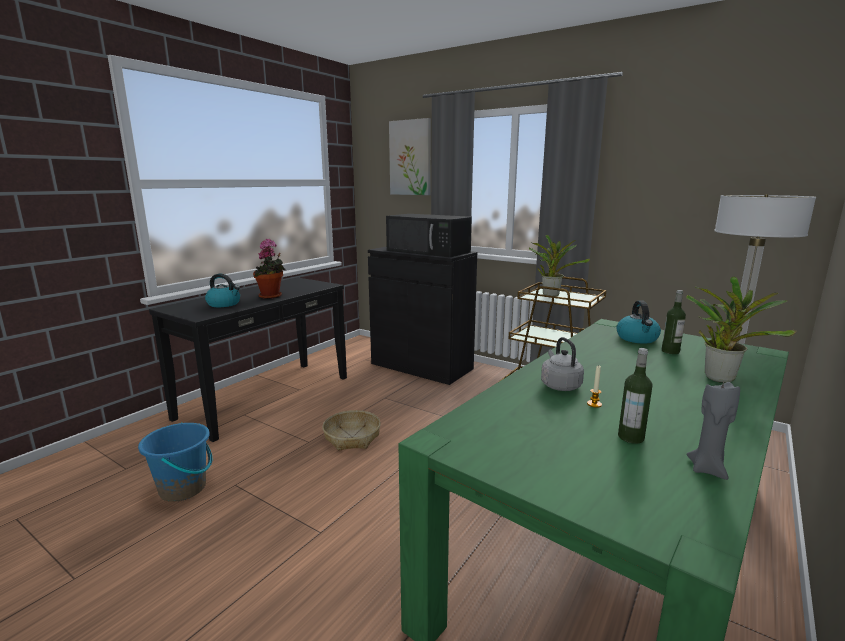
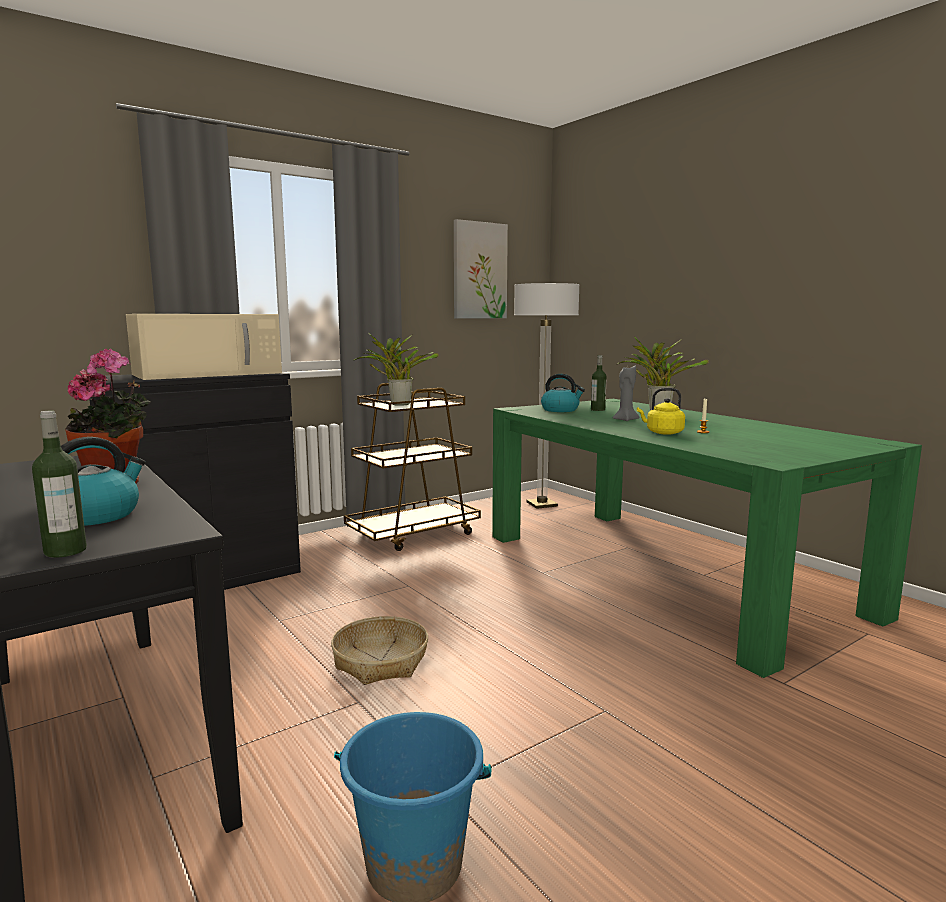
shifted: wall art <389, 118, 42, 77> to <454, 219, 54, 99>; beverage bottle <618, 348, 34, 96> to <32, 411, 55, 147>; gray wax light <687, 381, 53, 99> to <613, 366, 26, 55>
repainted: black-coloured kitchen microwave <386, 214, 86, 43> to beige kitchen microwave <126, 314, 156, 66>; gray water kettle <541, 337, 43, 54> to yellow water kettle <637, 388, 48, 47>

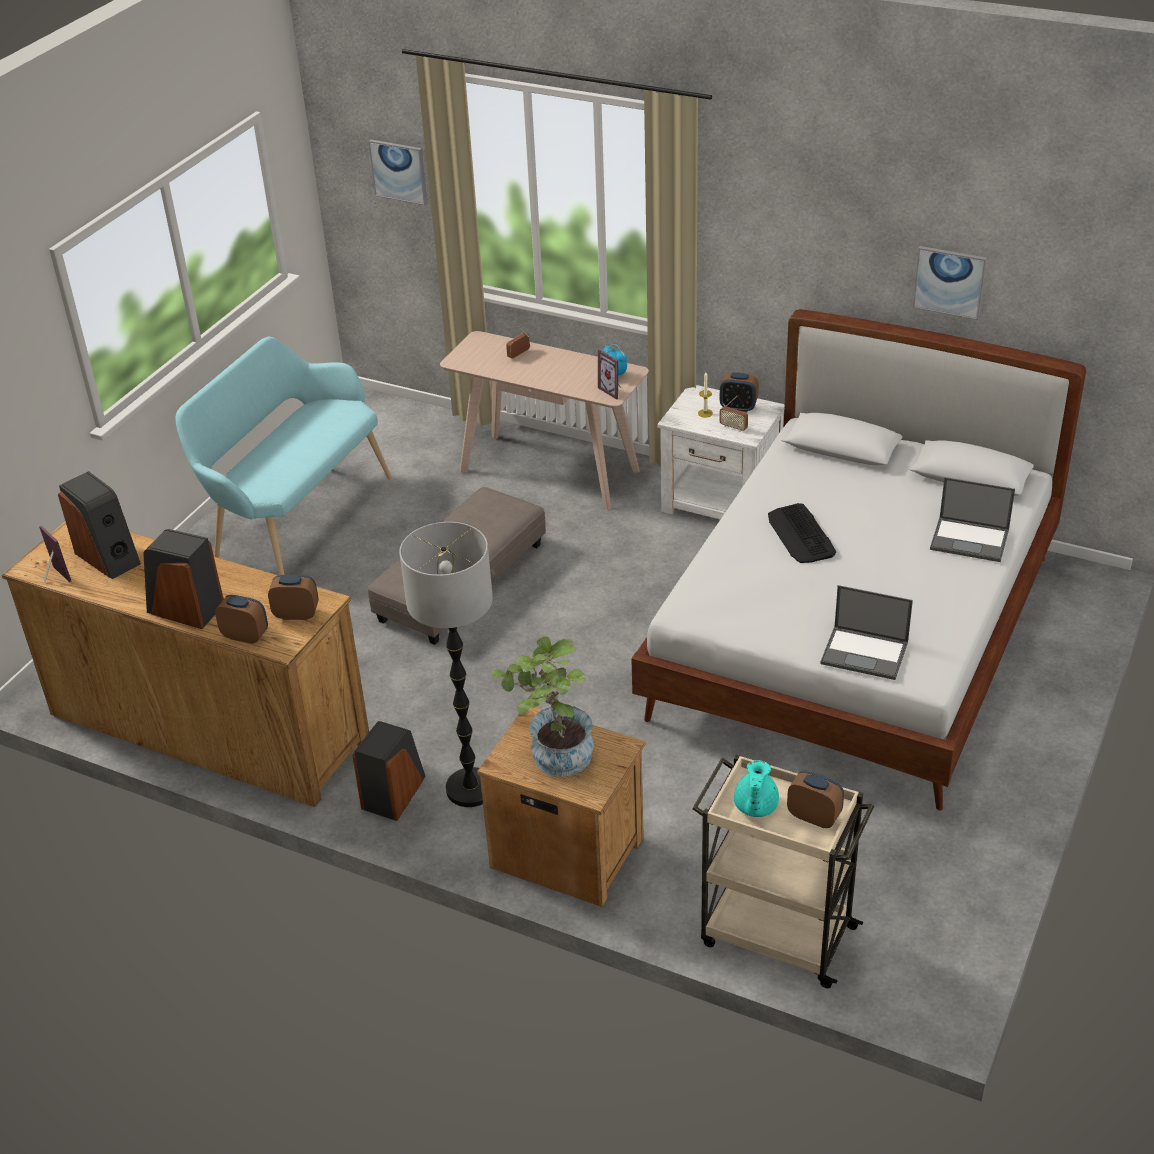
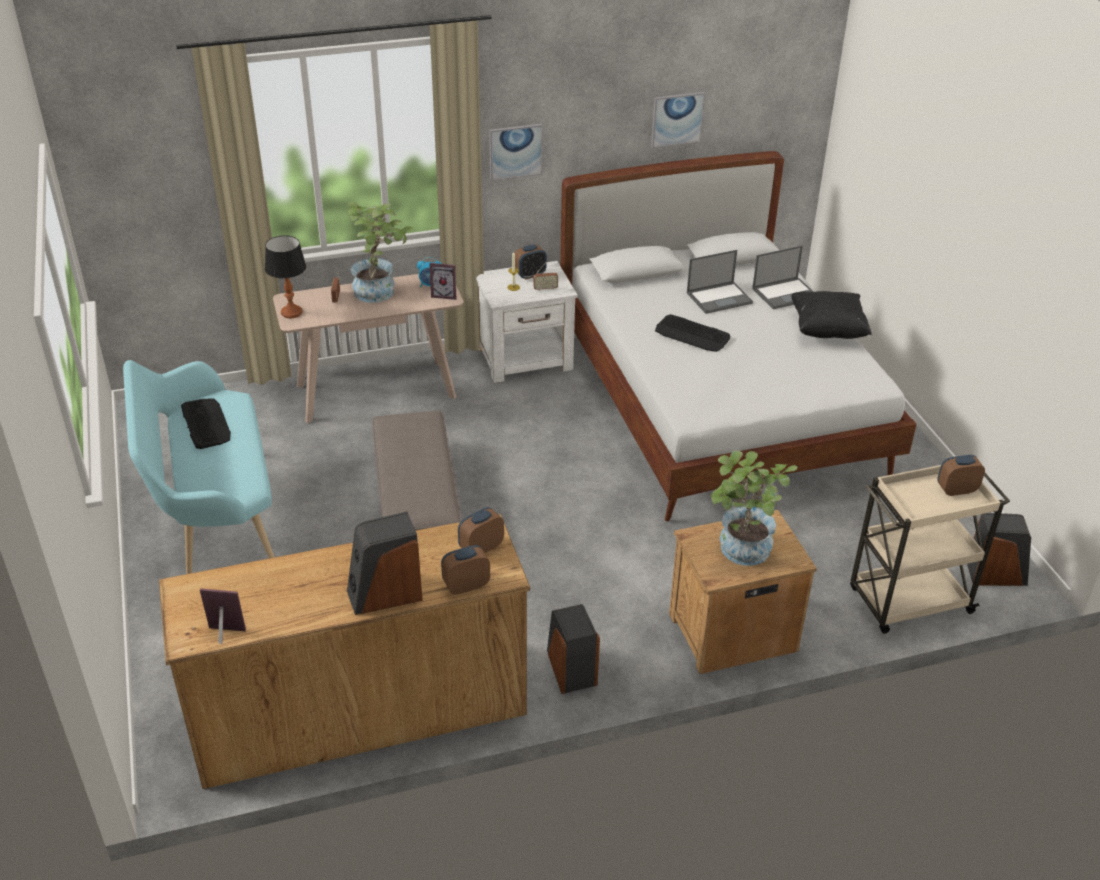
gone: floor lamp <399, 522, 94, 285>; blue-green teapot <734, 760, 45, 57>
new: PC keyboard <181, 398, 50, 51>; lamp for a table <265, 235, 41, 83>; potted plant <347, 202, 67, 101>; black-coloured pillow <791, 291, 81, 48>
shifted: audio speaker <58, 471, 83, 108> to <967, 513, 64, 73>; wall art <368, 139, 60, 66> to <489, 124, 54, 57>; laptop <820, 585, 93, 95> to <687, 250, 66, 64>

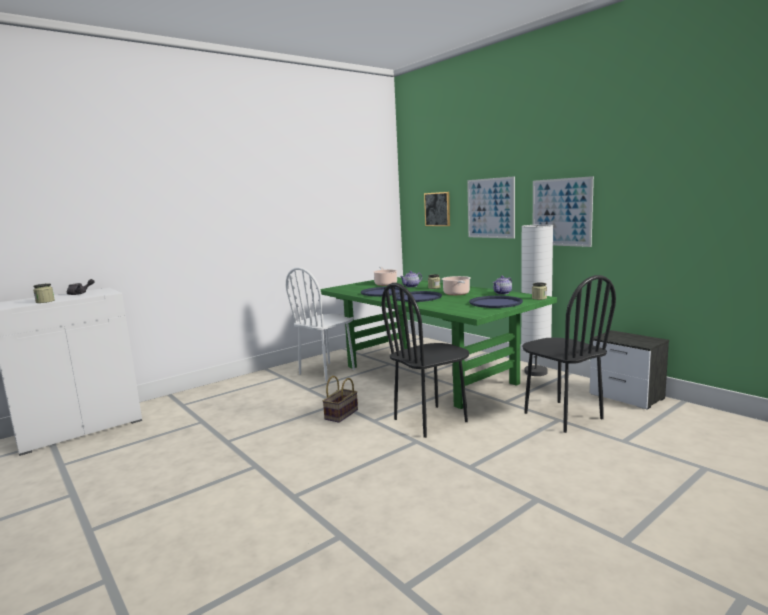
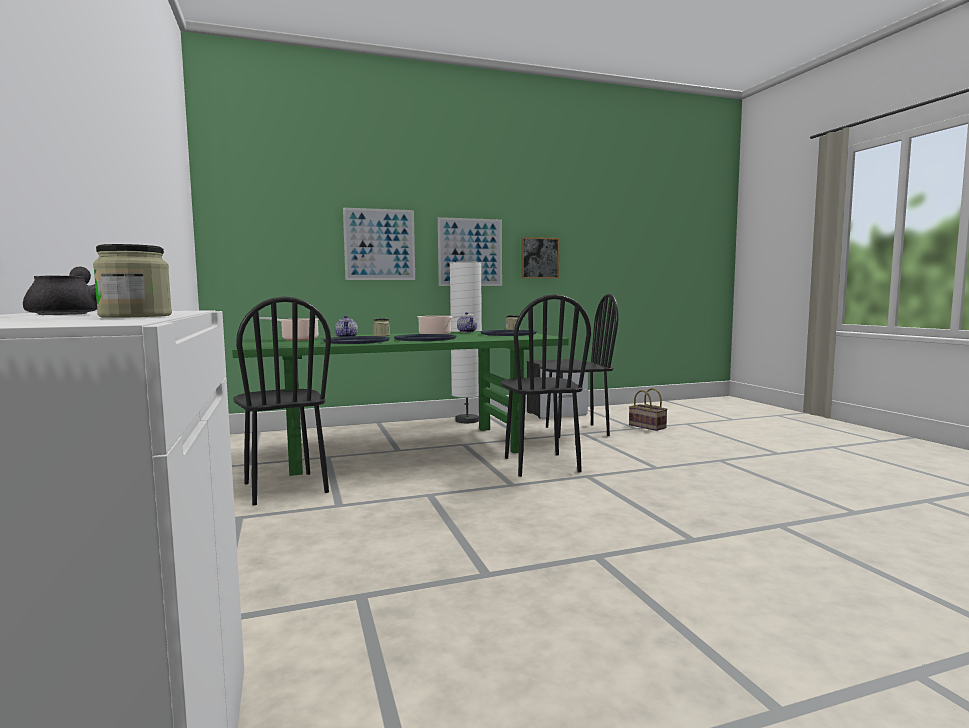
shifted: storage basket <322, 376, 36, 47> to <629, 388, 39, 43>; wall art <424, 192, 26, 34> to <521, 237, 38, 41>
repainted: whitish chair <286, 267, 69, 115> to black-coloured chair <233, 296, 98, 209>

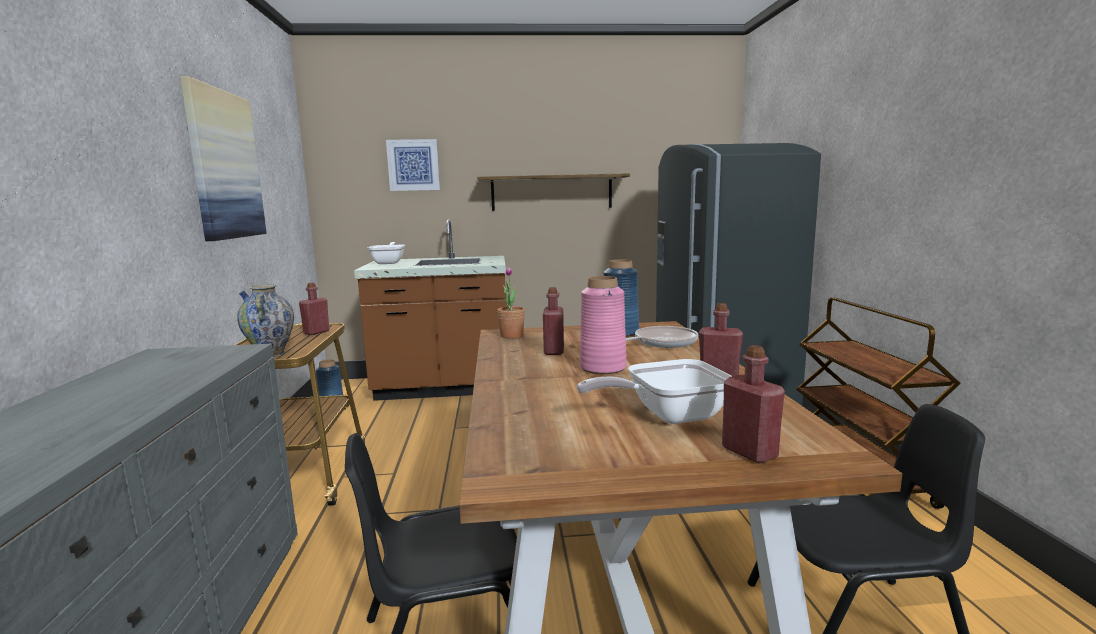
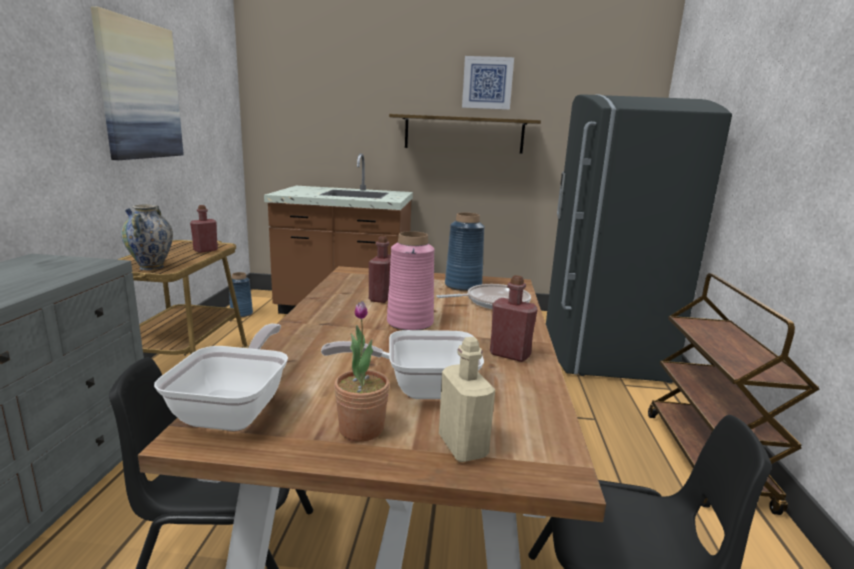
shifted: pan <367, 242, 38, 22> to <154, 324, 134, 107>; wall art <386, 139, 54, 52> to <462, 56, 52, 54>; potted plant <497, 267, 28, 71> to <334, 301, 56, 141>
repainted: reddish beverage bottle <722, 345, 63, 118> to beige beverage bottle <439, 337, 56, 125>

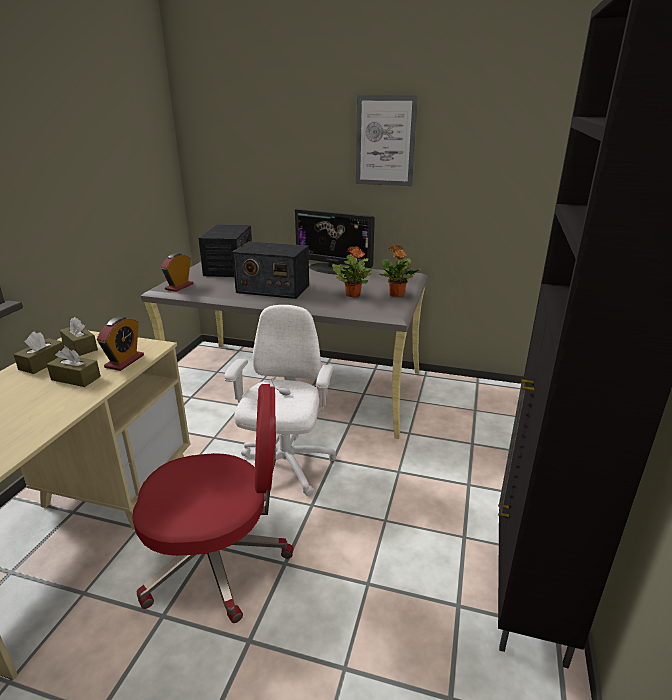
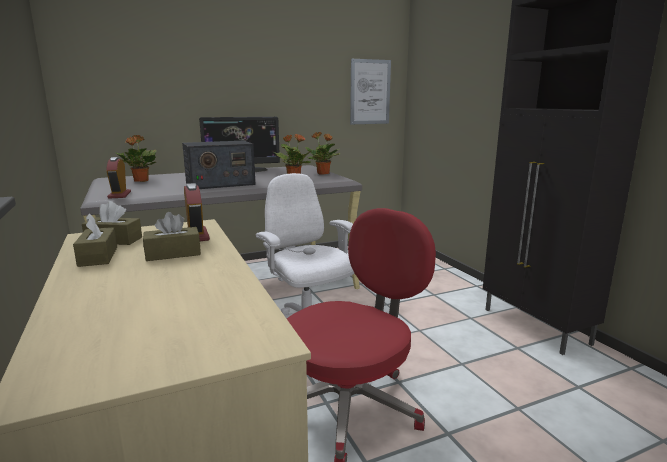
shifted: wall art <356, 95, 62, 91> to <350, 59, 41, 65>
swapped: radio <198, 224, 54, 53> to potted plant <116, 135, 41, 47>

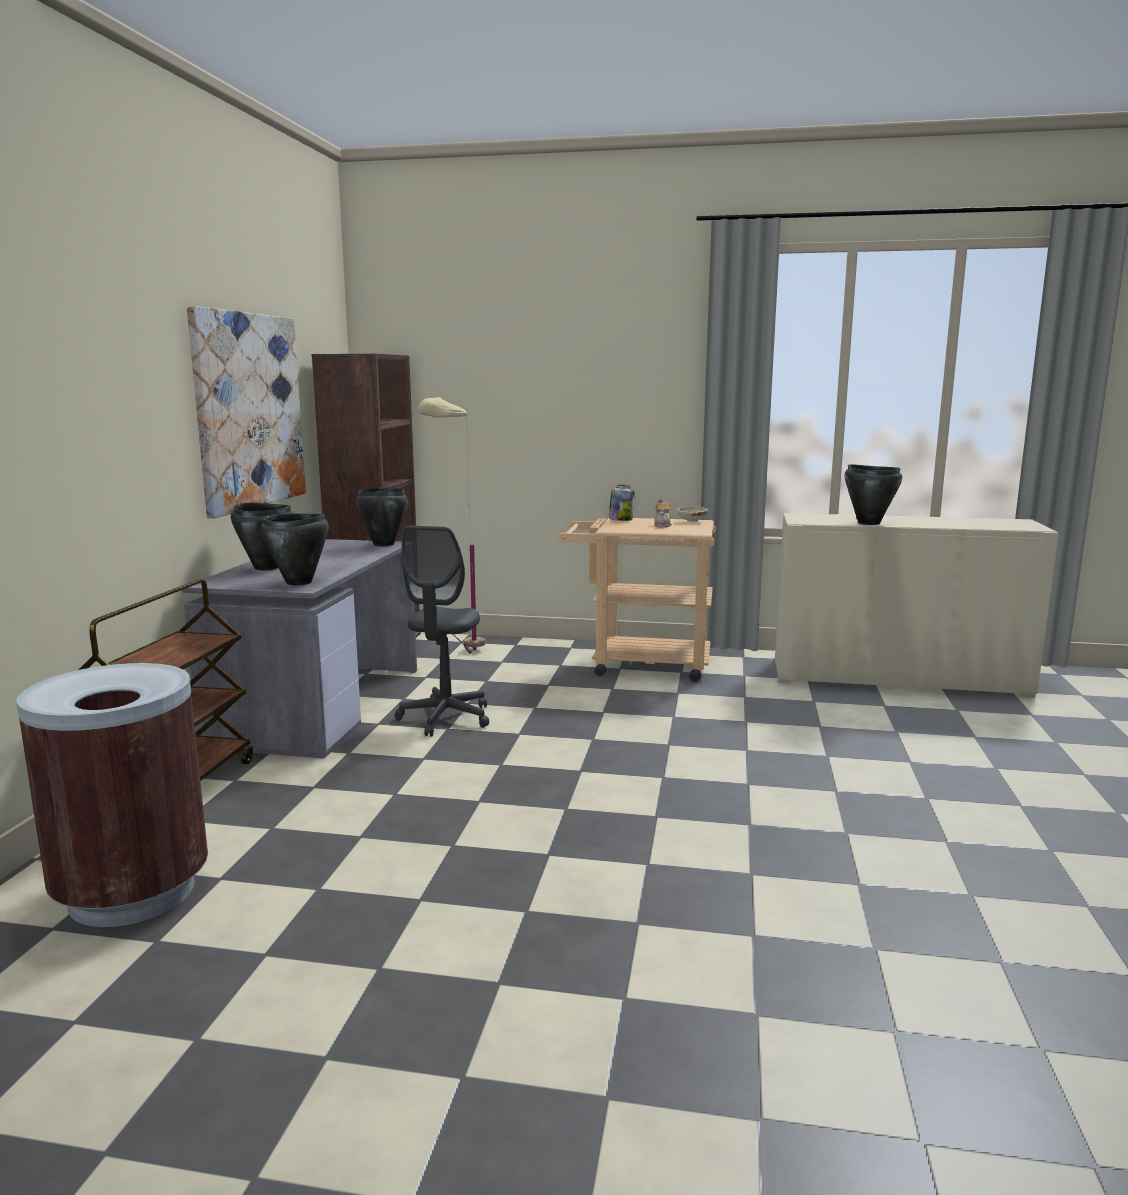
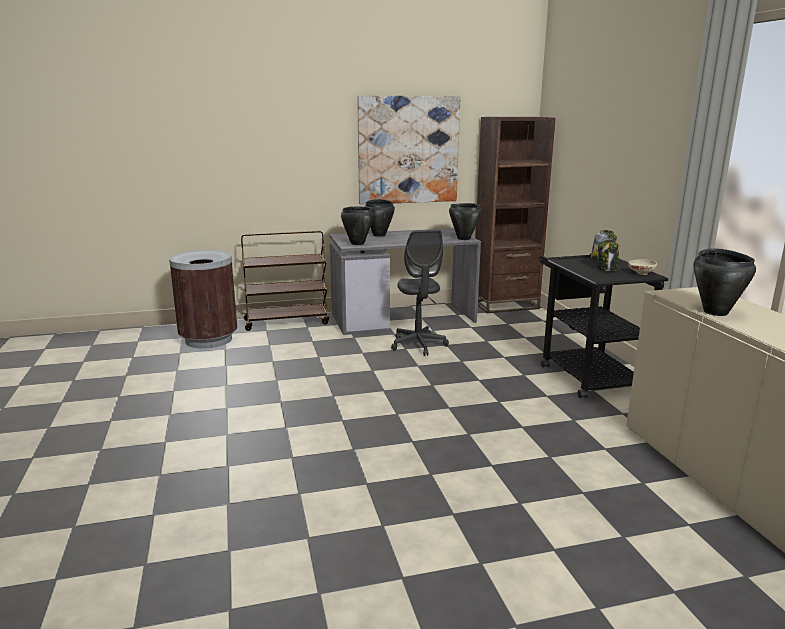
gone: beige floor lamp <418, 397, 68, 254>
swapped: teapot <654, 498, 18, 30> to jar <597, 238, 22, 33>
repainted: beige trolley <557, 518, 159, 164> to black-coloured trolley <539, 253, 129, 145>
rotated: gray computer chair <395, 526, 94, 211> = <391, 230, 58, 126> 90 degrees counterclockwise

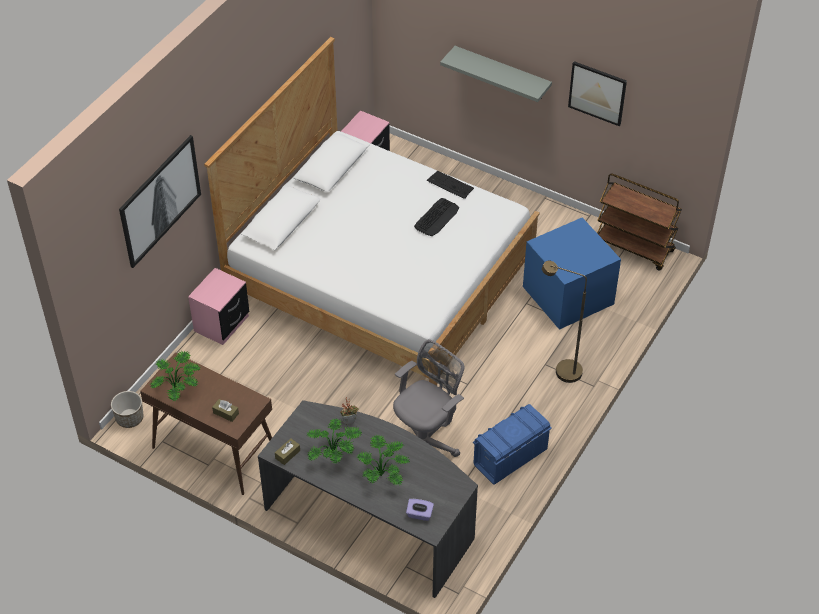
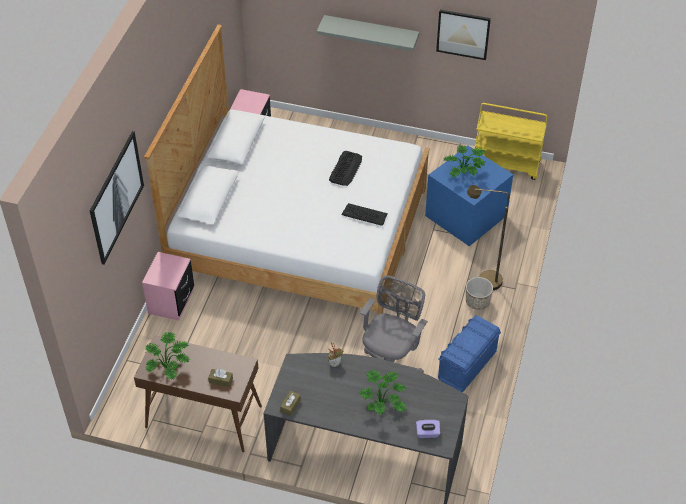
shifted: plant pot <111, 391, 32, 37> to <466, 277, 27, 33>; potted plant <306, 418, 56, 46> to <444, 145, 42, 33>; PC keyboard <427, 171, 47, 28> to <341, 203, 47, 23>
repainted: brown-coloured trolley <597, 173, 85, 98> to yellow trolley <475, 103, 72, 77>

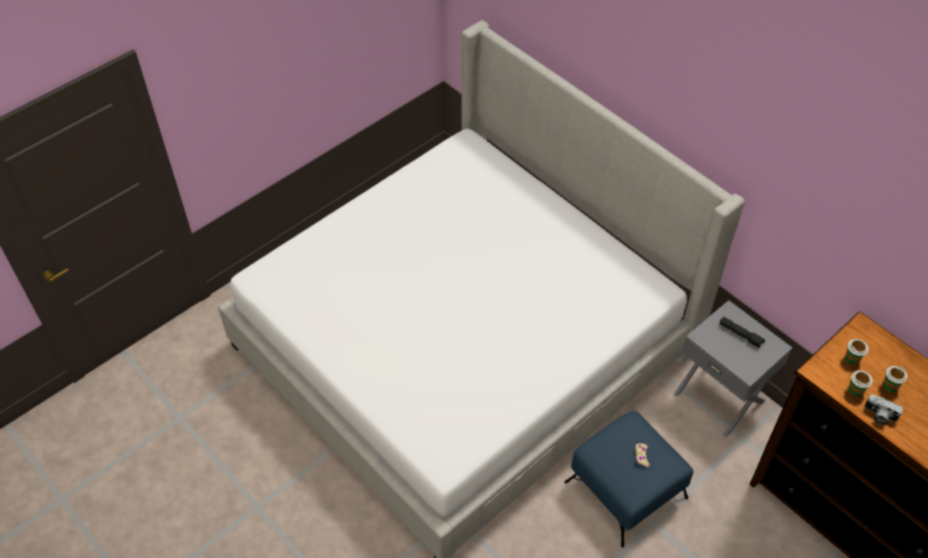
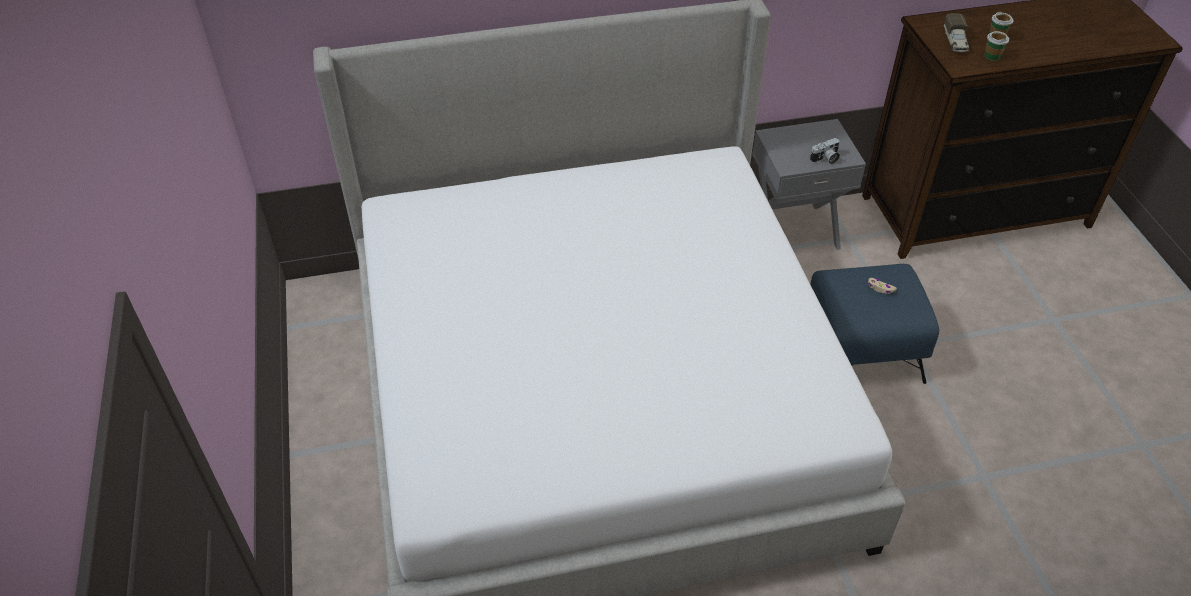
gone: black-coloured flashlight <719, 317, 46, 31>
shifted: still camera <865, 394, 38, 31> to <810, 138, 30, 26>
swapped: drinking cup <845, 339, 24, 25> to toy lorry <944, 13, 25, 39>

